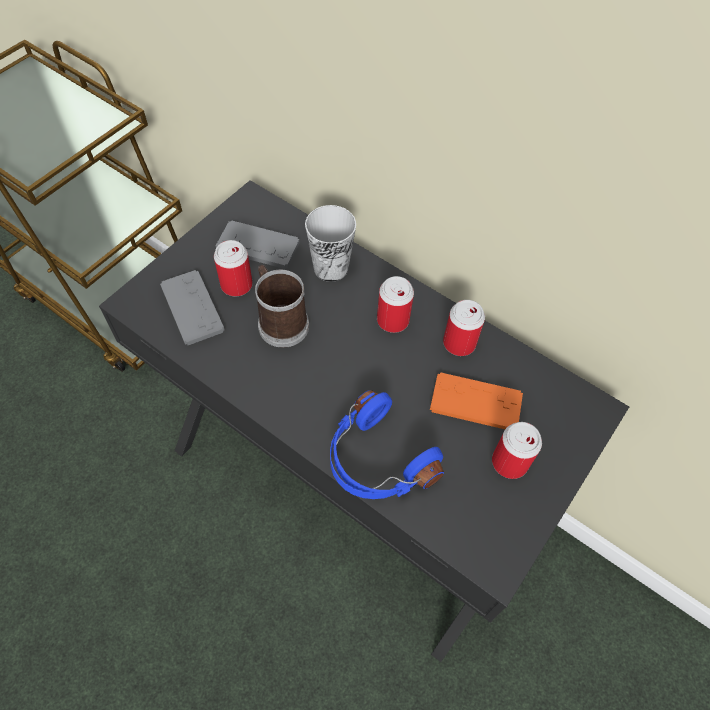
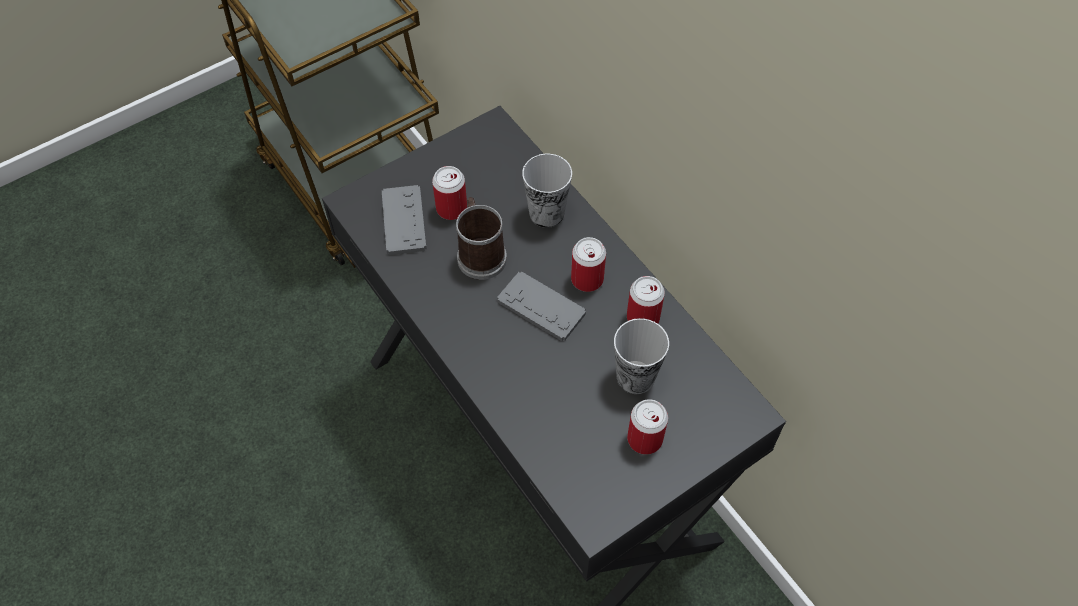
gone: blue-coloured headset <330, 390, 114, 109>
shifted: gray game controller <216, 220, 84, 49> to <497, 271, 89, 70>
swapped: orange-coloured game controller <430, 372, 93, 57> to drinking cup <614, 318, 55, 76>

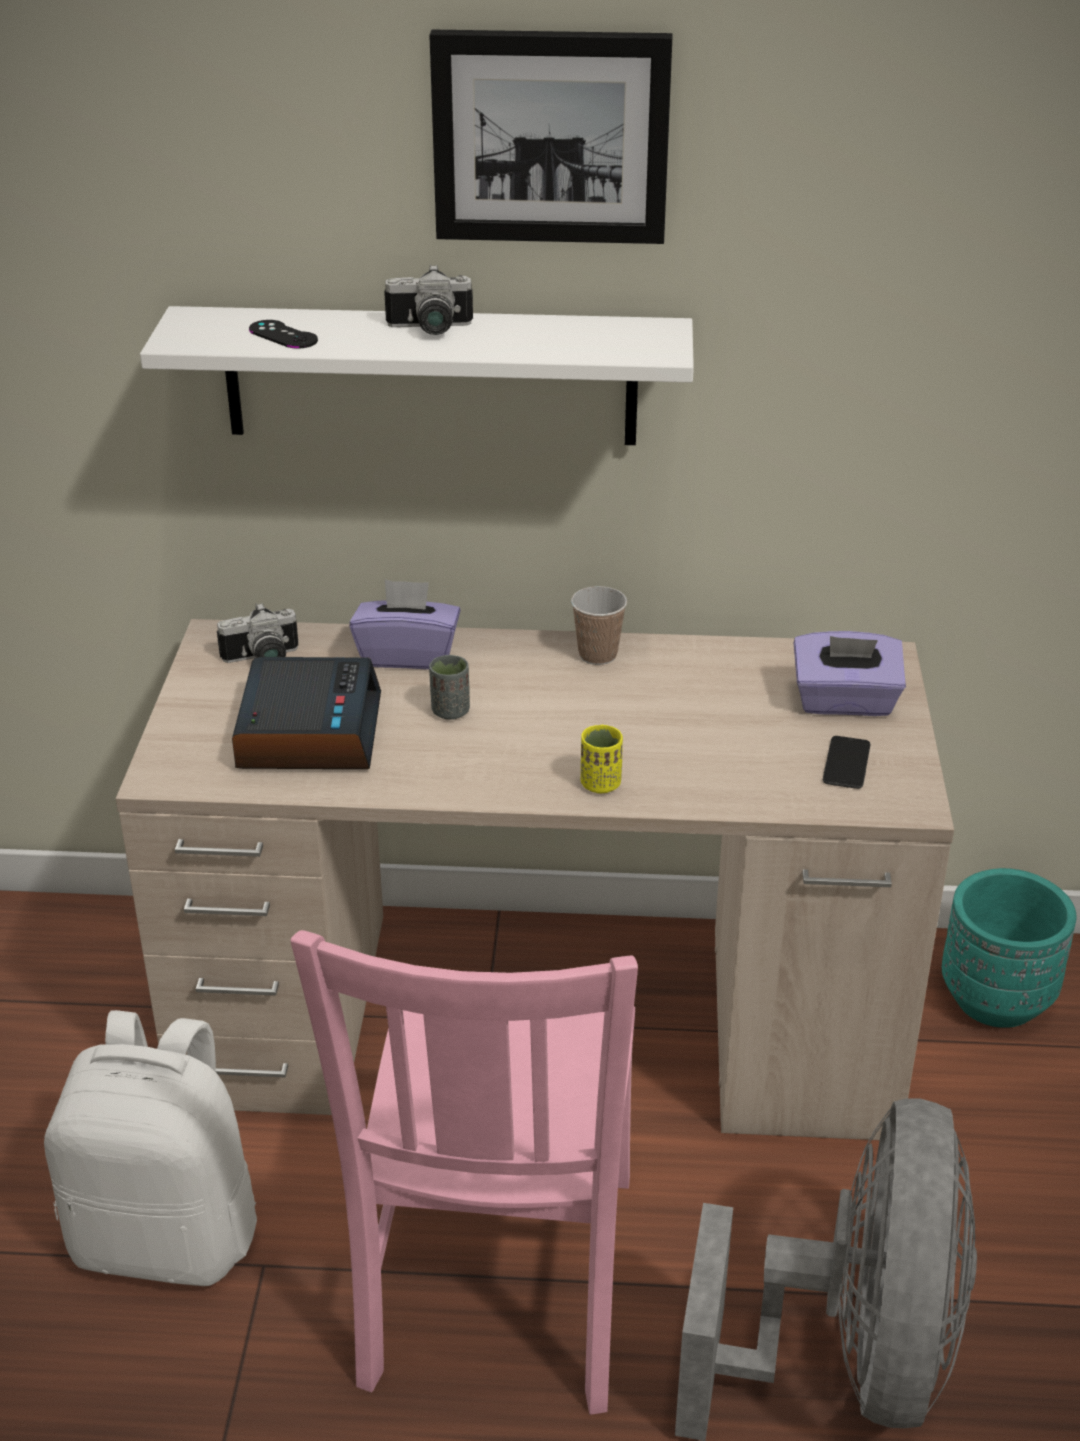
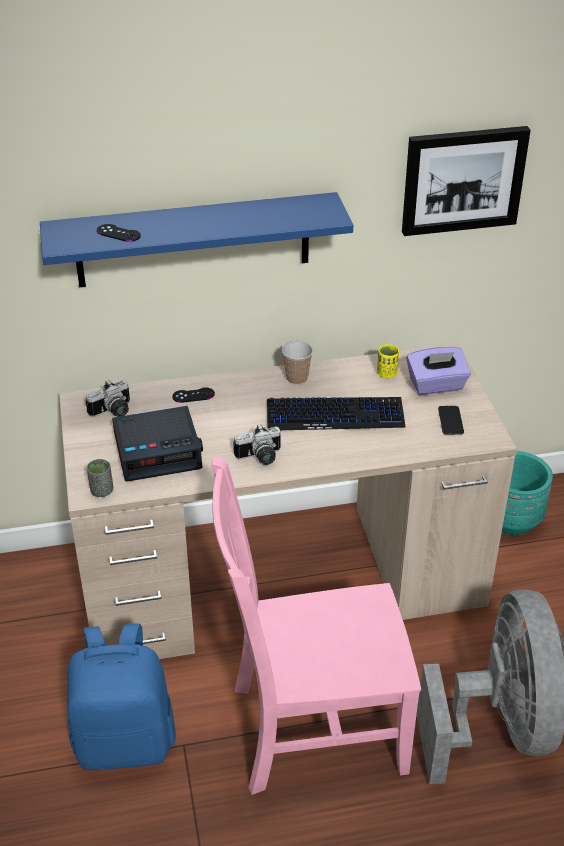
new: PC keyboard <267, 397, 139, 33>
shifted: still camera <384, 264, 89, 71> to <233, 424, 48, 41>; wall art <429, 30, 243, 214> to <402, 126, 129, 110>; gray drinking cup <429, 655, 41, 65> to <87, 459, 26, 38>; yellow drinking cup <581, 725, 42, 68> to <377, 344, 22, 34>
swapped: purple box of tissues <349, 579, 112, 91> to black-coloured game controller <172, 387, 43, 16>
repainted: whitish backpack <44, 1010, 213, 276> to blue-coloured backpack <67, 623, 109, 147>; whitish wall shelf <140, 306, 554, 139> to blue-coloured wall shelf <40, 192, 313, 96>
rotated: table clock <232, 657, 149, 112> = <112, 406, 91, 75> 90 degrees clockwise; pinkish chair <290, 930, 348, 485> = <212, 457, 209, 338> 90 degrees clockwise

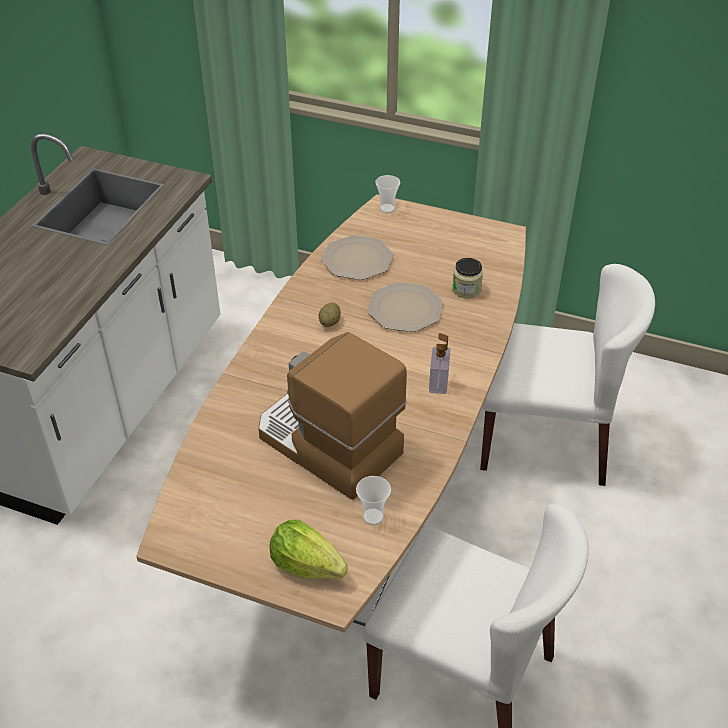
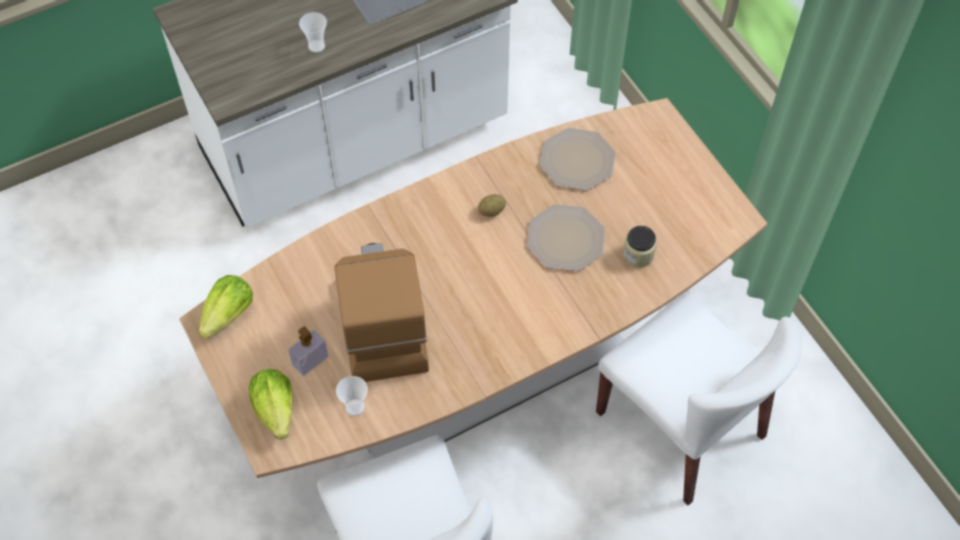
new: lettuce head <199, 275, 54, 64>
shifted: drinking cup <375, 175, 25, 38> to <299, 12, 28, 41>; liquid soap bottle <429, 333, 21, 61> to <289, 326, 39, 50>

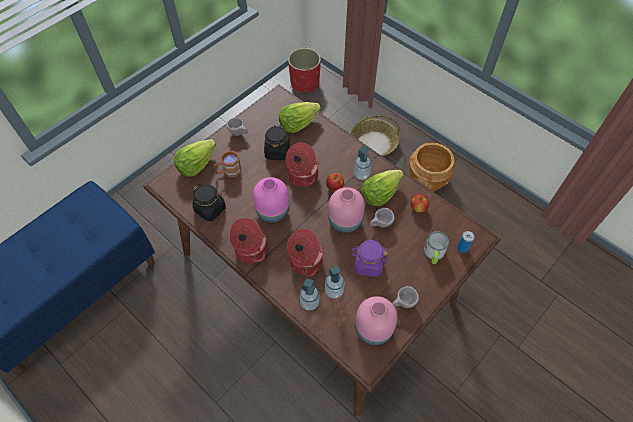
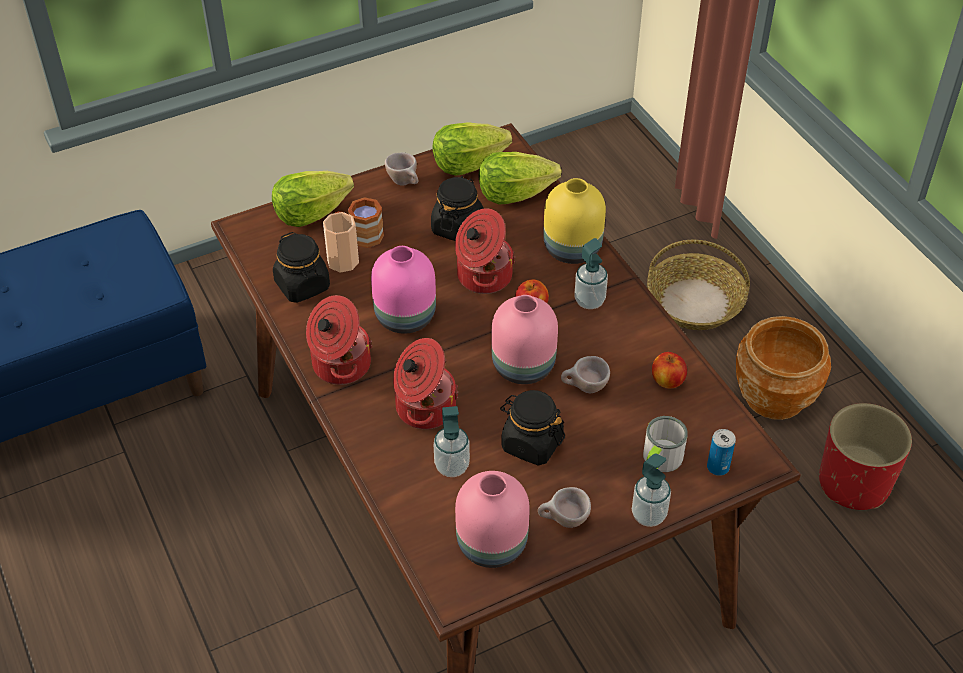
new: drinking cup <323, 212, 36, 61>; yellow decorative vase <543, 178, 63, 86>
shifted: reddish plant pot <288, 48, 33, 45> to <819, 403, 93, 107>; liquid soap bottle <300, 278, 20, 33> to <632, 453, 39, 74>; lettuce head <361, 170, 43, 36> to <432, 122, 80, 54>
repainted: purple jar <352, 240, 36, 37> to black-coloured jar <500, 390, 65, 76>

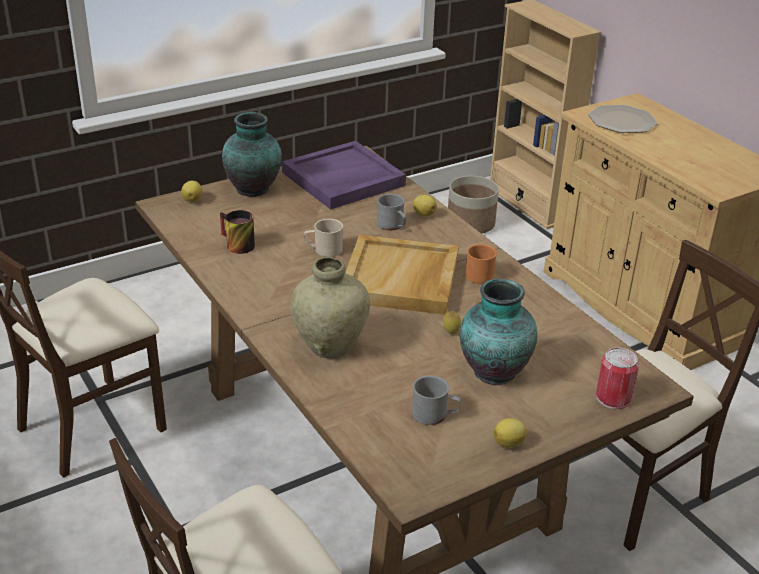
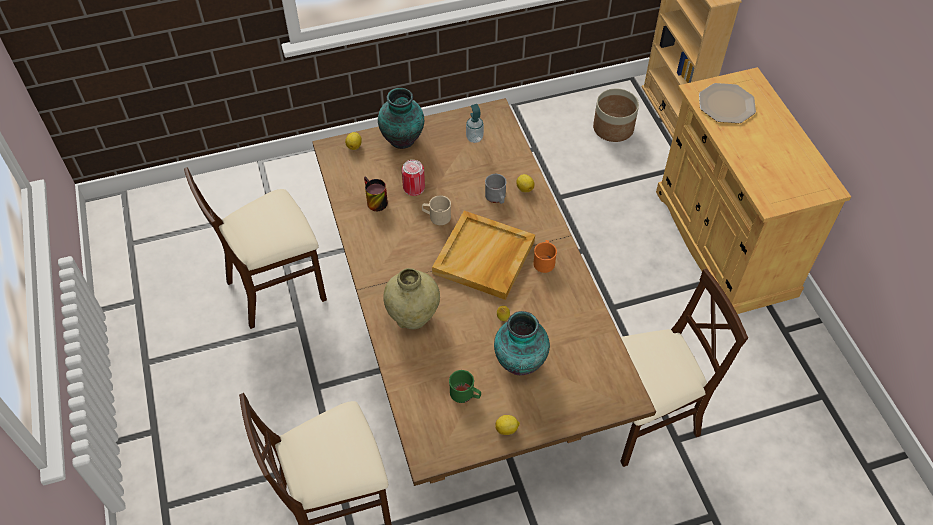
shifted: metal can <596, 348, 43, 61> to <402, 160, 23, 36>
swapped: purple tray <282, 141, 124, 69> to liquid soap bottle <466, 104, 18, 39>
repainted: gray tea mug <412, 376, 49, 49> to green-coloured tea mug <449, 370, 32, 33>

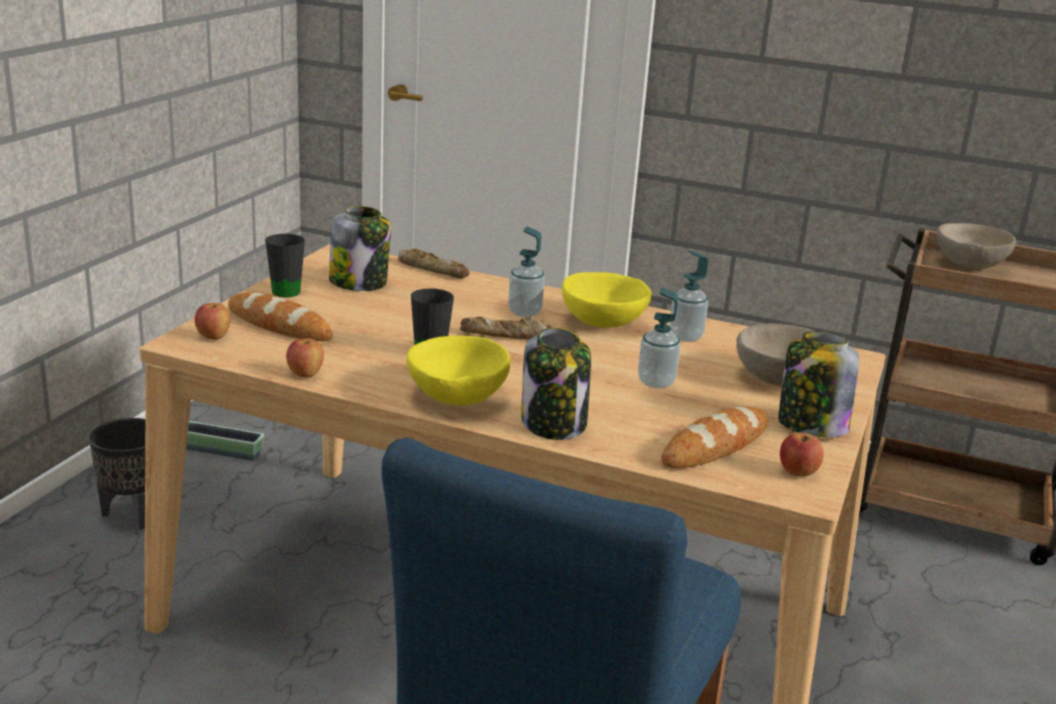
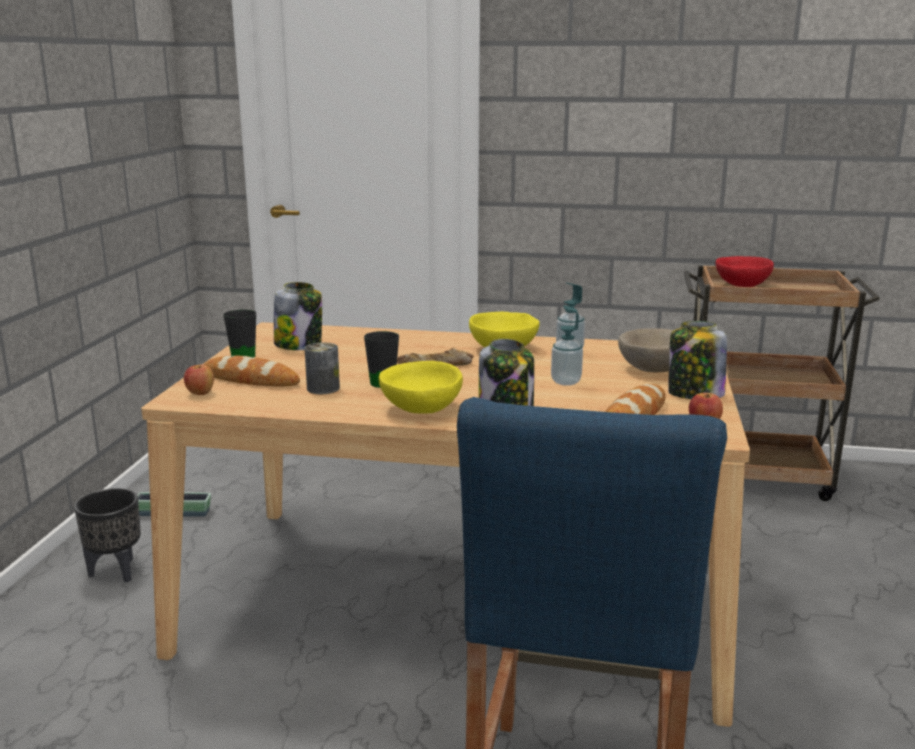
gone: apple fruit <286, 338, 38, 40>; baked bread <398, 248, 72, 30>; liquid soap bottle <508, 227, 37, 90>
new: metal can <305, 343, 35, 51>
repainted: beige bowl <937, 223, 79, 47> to reddish bowl <716, 256, 58, 31>

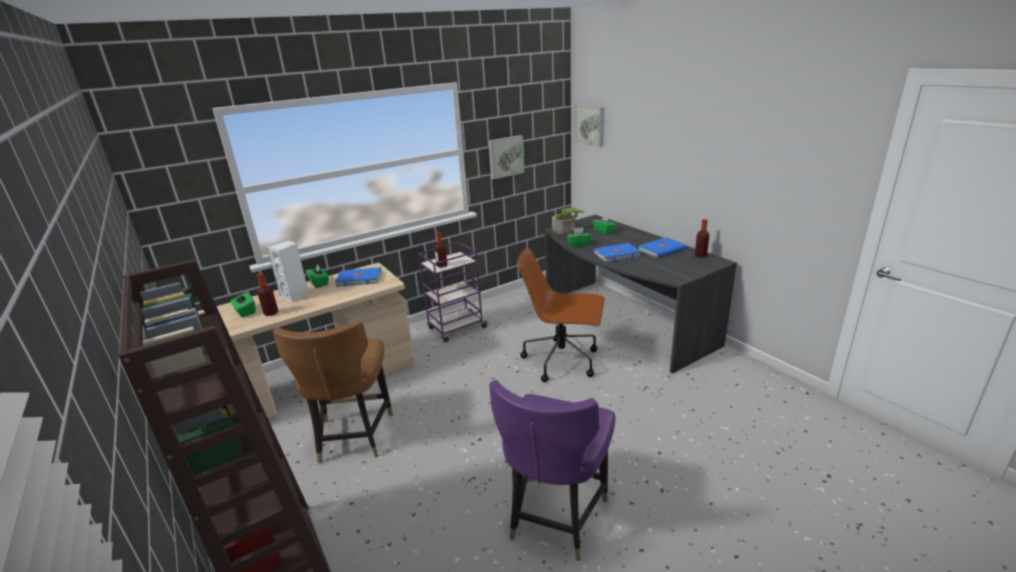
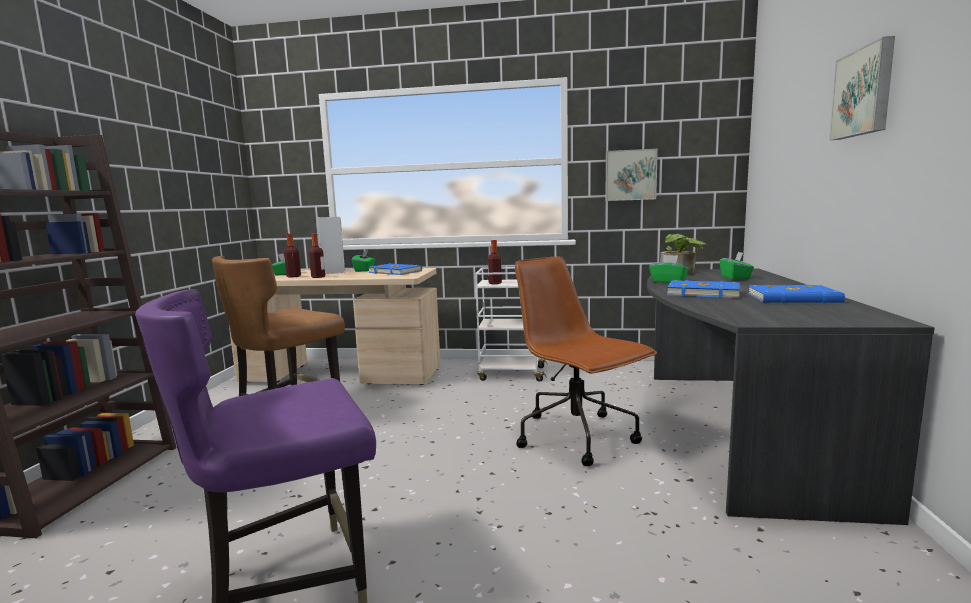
shifted: wall art <576, 105, 28, 42> to <829, 36, 66, 104>; beverage bottle <695, 219, 14, 39> to <309, 233, 16, 45>
repainted: purple trolley <418, 242, 71, 100> to whitish trolley <475, 267, 72, 115>

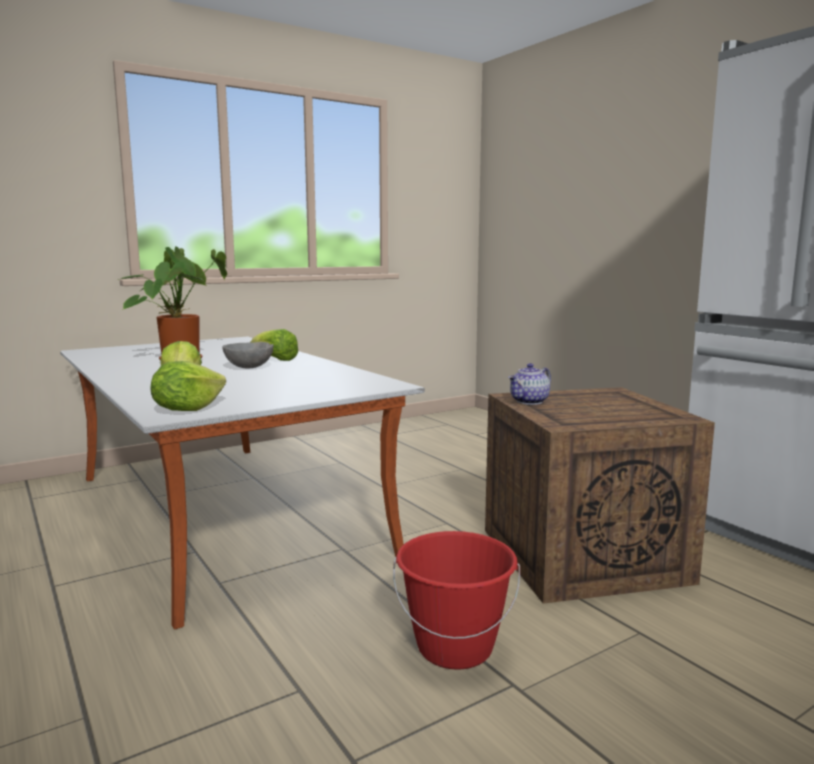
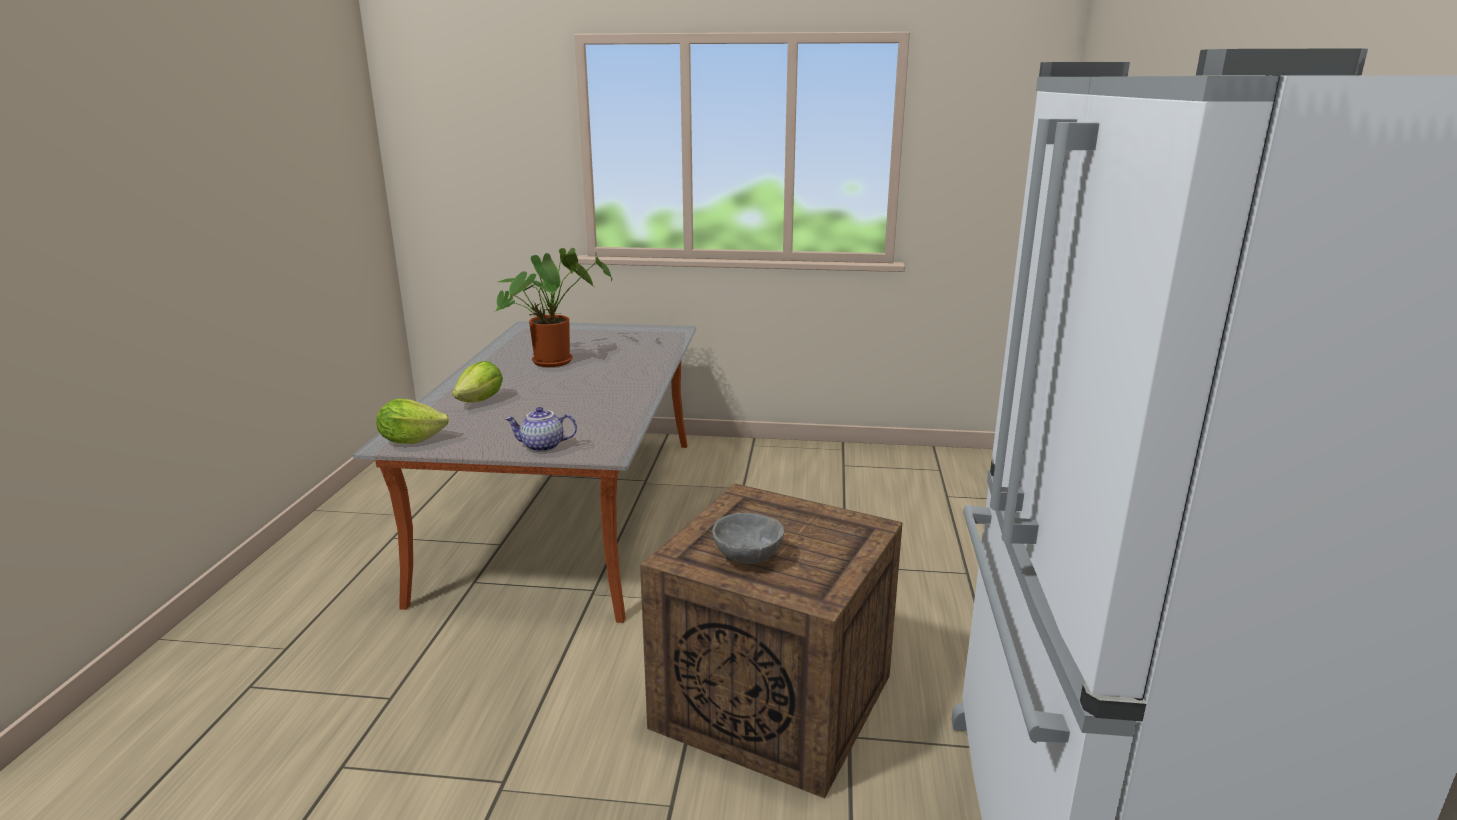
gone: lettuce head <251, 329, 47, 32>; reddish bucket <393, 531, 127, 139>
shifted: gray bowl <222, 342, 51, 27> to <712, 513, 72, 51>; teapot <508, 363, 43, 42> to <505, 407, 72, 45>

